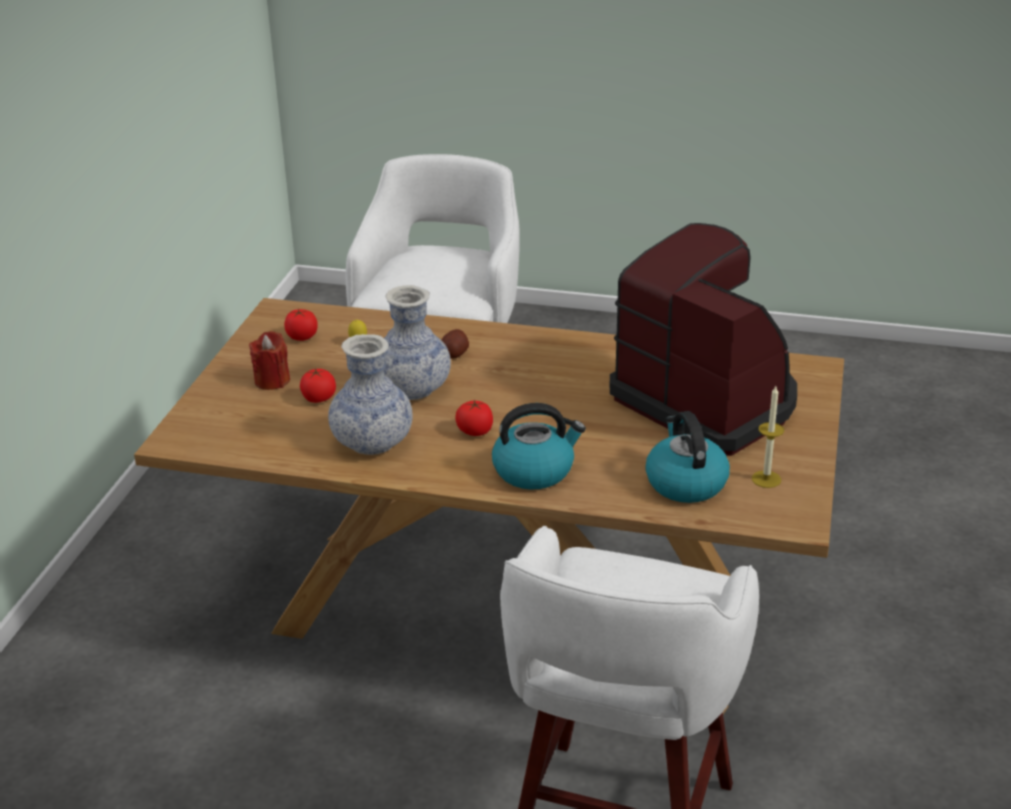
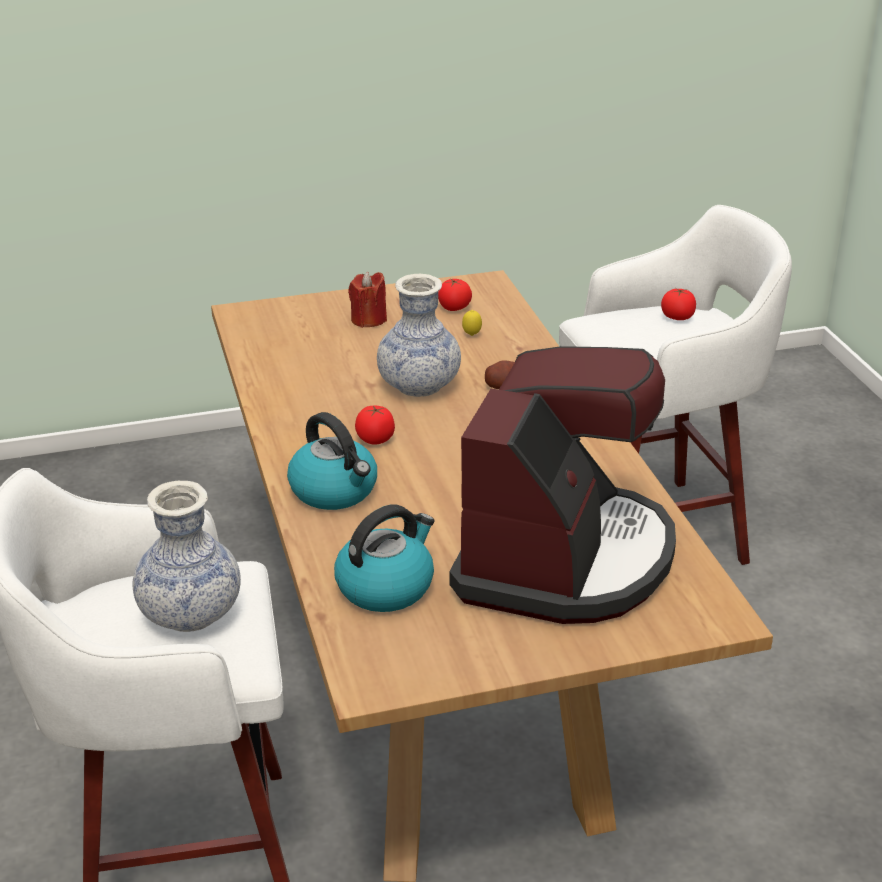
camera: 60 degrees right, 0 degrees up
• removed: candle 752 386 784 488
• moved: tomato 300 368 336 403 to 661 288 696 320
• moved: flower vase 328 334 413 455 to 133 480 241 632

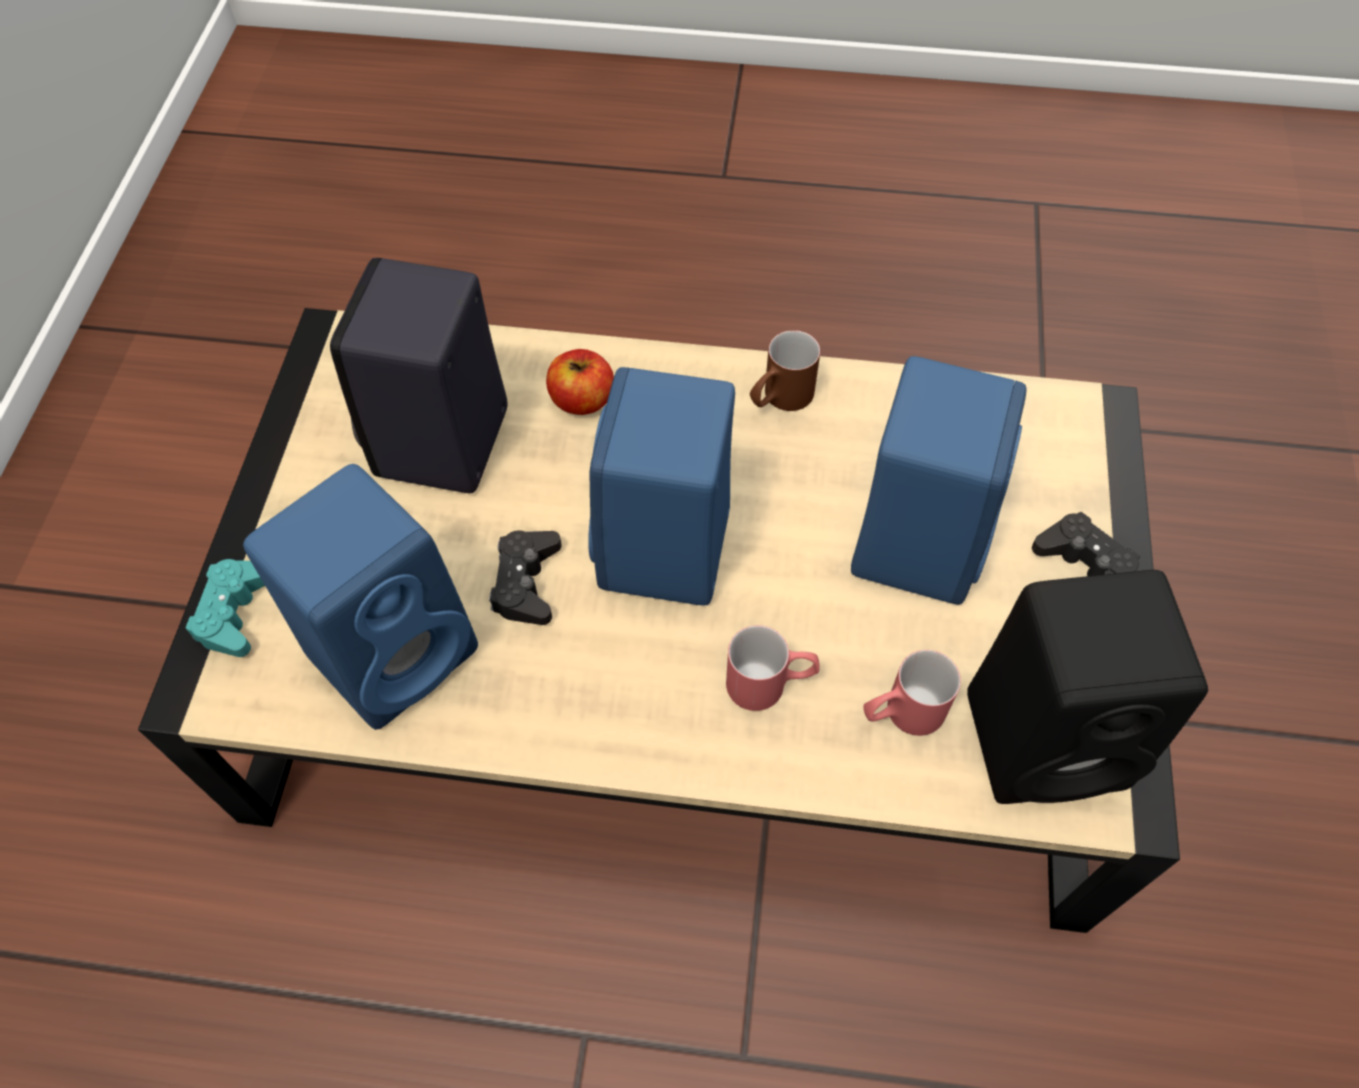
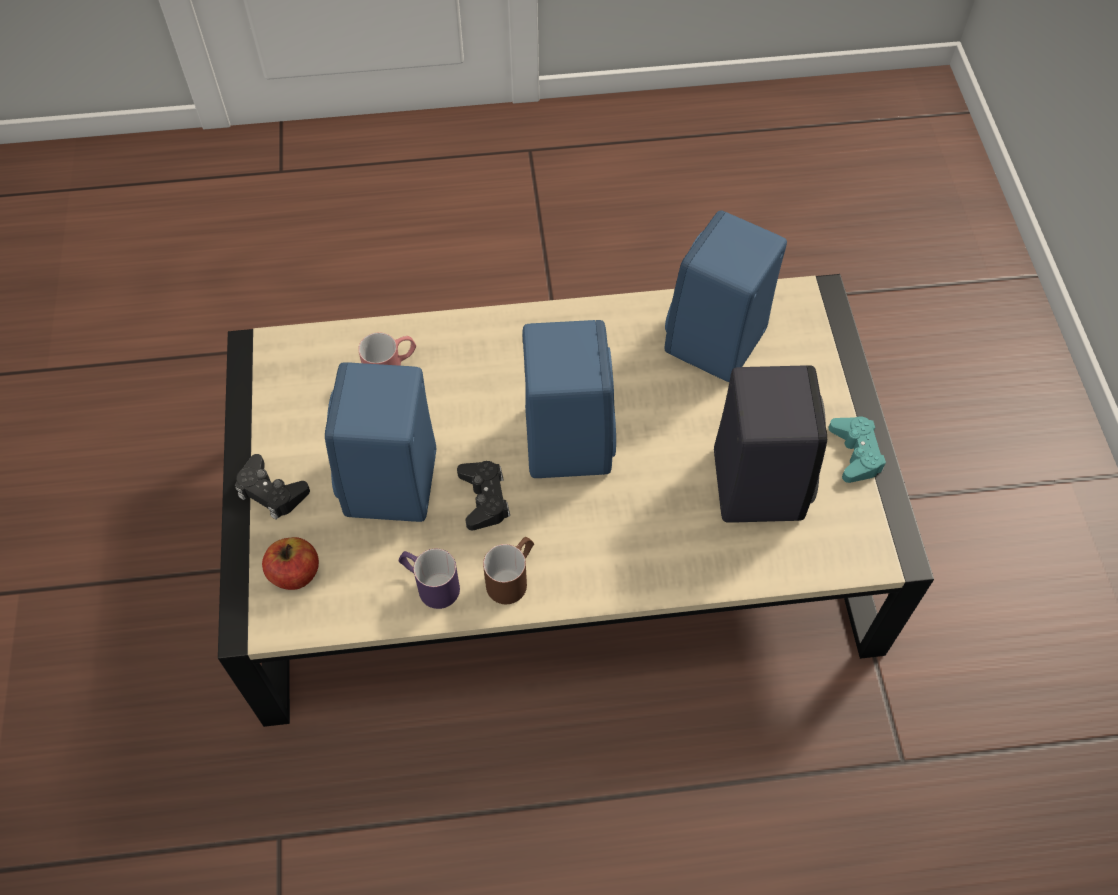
camera: 165 degrees right, 0 degrees up
• removed: red tea mug 726 625 820 711
• removed: black-coloured speaker 967 570 1208 804
• added: purple tea mug 399 549 460 609
• moved: turquoise gamepad 186 559 265 657 to 829 416 886 483
• moved: black-coloured gamepad 489 530 562 625 to 457 461 510 531
• moved: whole apple 546 349 614 415 to 262 537 319 590

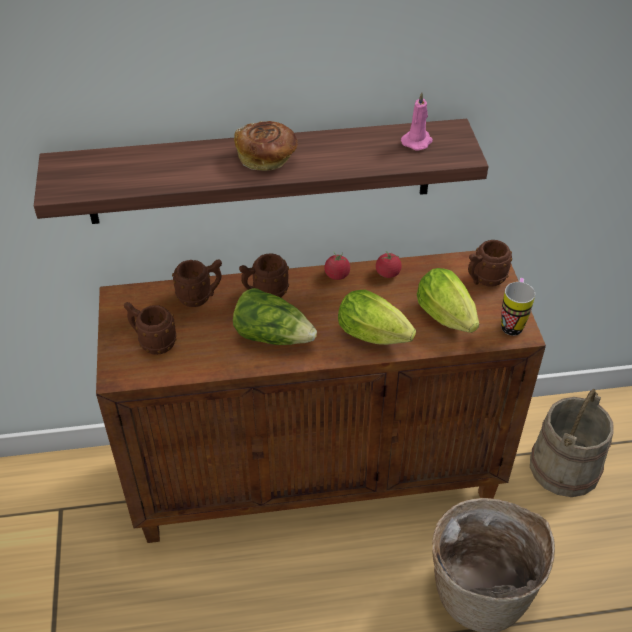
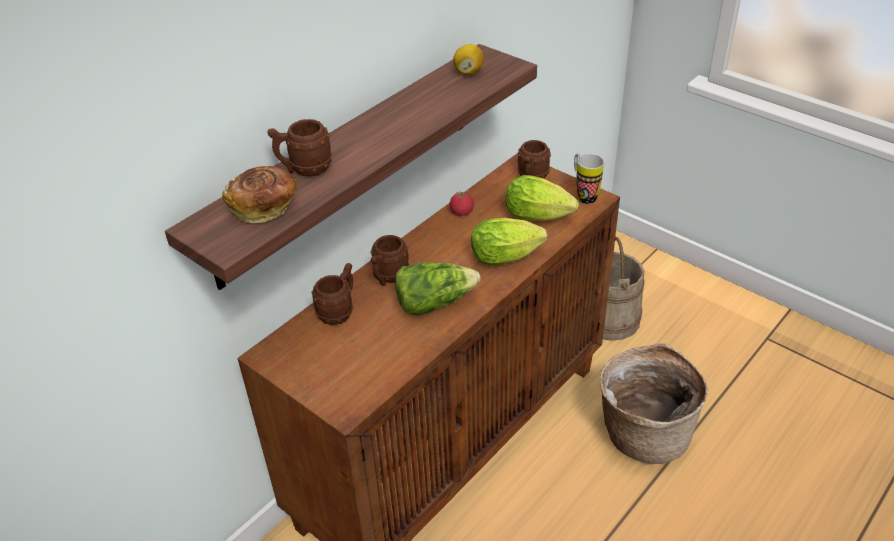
camera: 40 degrees left, 5 degrees down
• removed: tomato 325 251 350 280
• moved: brownish tea mug 124 302 177 355 to 268 119 332 176
• moved: baked bread 234 121 298 171 to 222 166 297 223
• replaced: pink-coloured candle 401 92 433 151 to citrus fruit 453 44 484 75

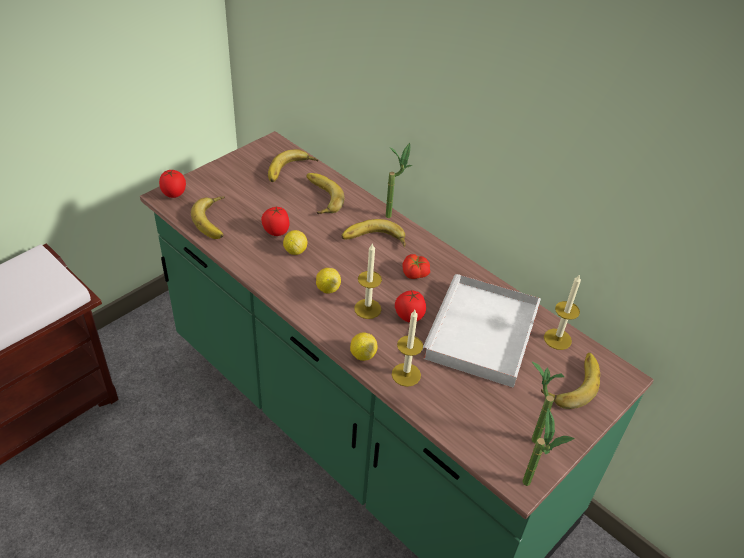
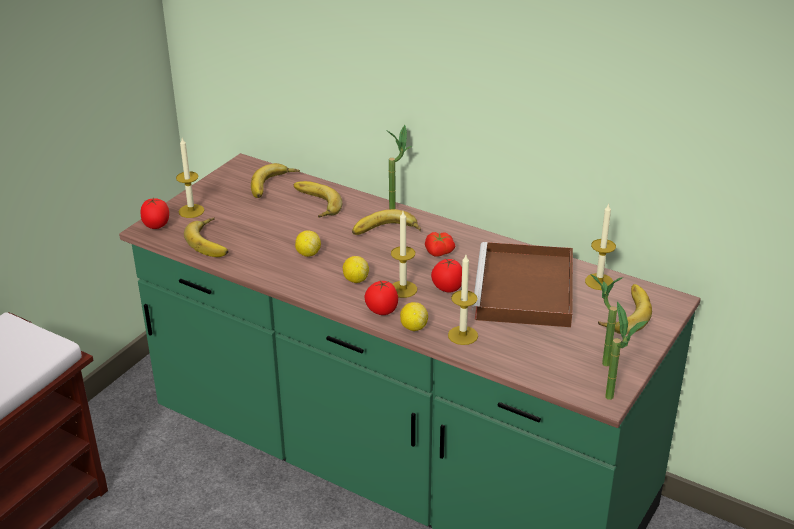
camera: 10 degrees left, 10 degrees down
• added: candle 176 138 204 218
• moved: tomato 261 207 290 236 to 364 281 398 315
• recoloured: white serving tray 423 274 541 388 to brownish serving tray 472 242 573 327

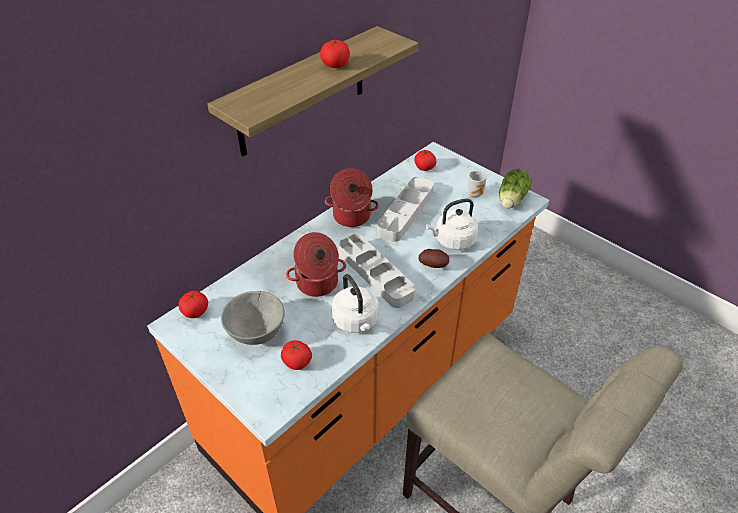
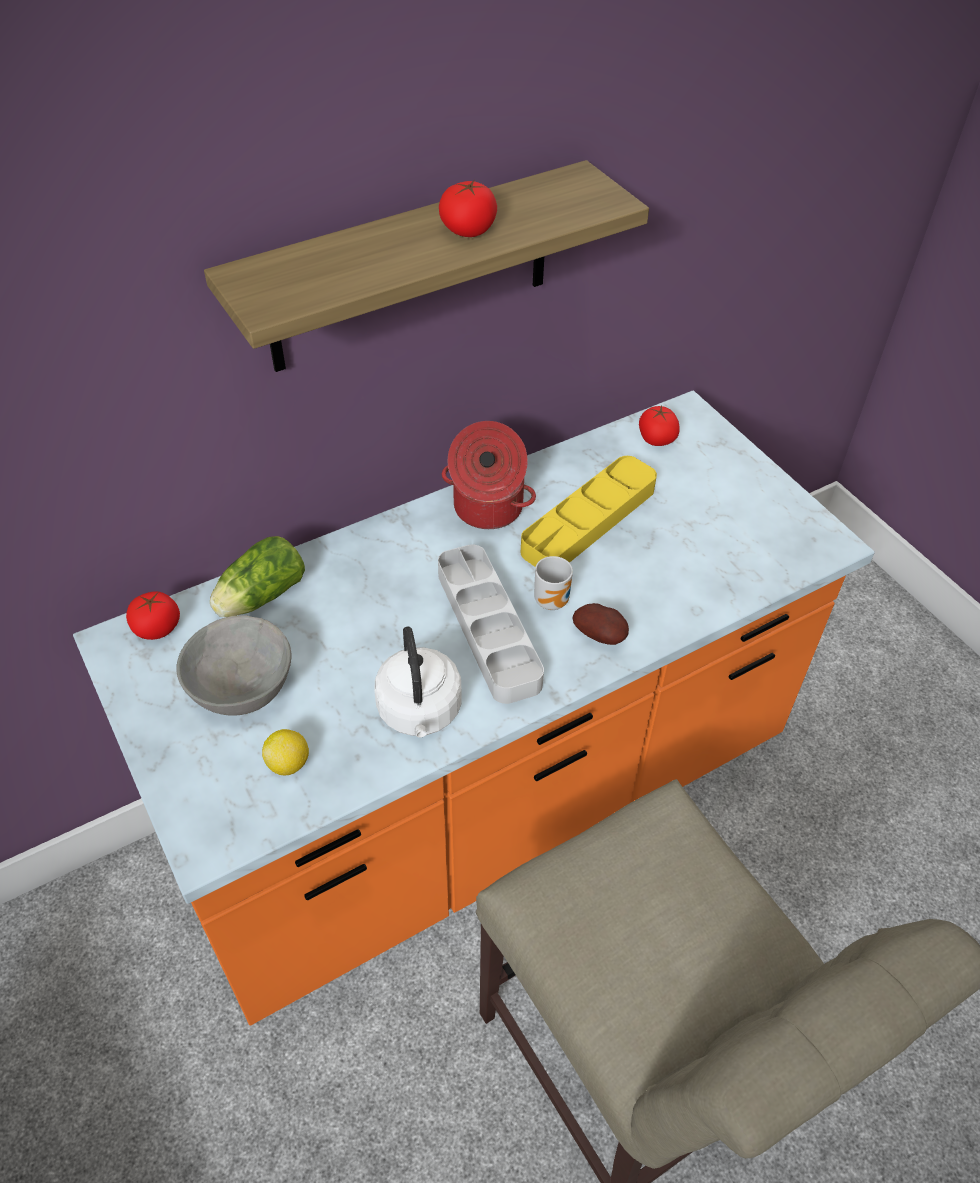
camera: 15 degrees right, 5 degrees up
• removed: stockpot 286 232 346 297
• removed: white tea kettle 426 198 478 250
• moved: tea mug 467 171 487 198 to 534 556 573 610
• moved: lettuce head 499 169 532 208 to 210 536 305 617
• replaced: tomato 281 340 312 370 to citrus fruit 262 729 309 775
• recoloured: greyish serving tray 377 177 434 242 to yellowish serving tray 521 456 657 567

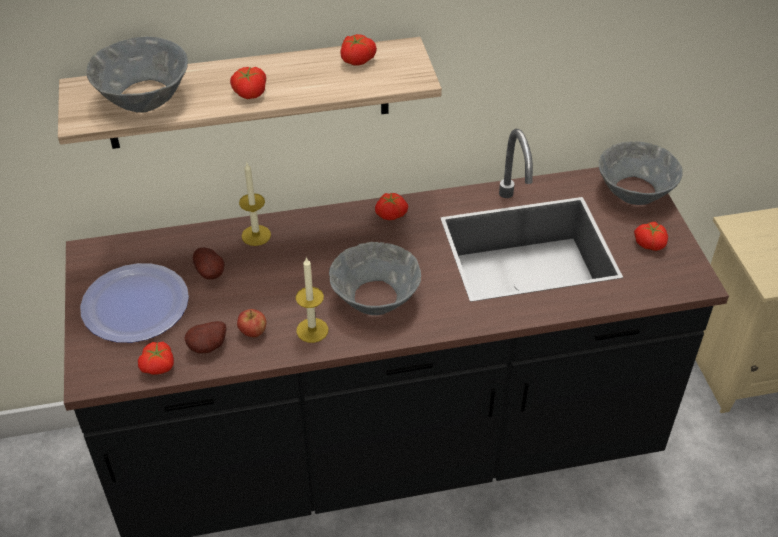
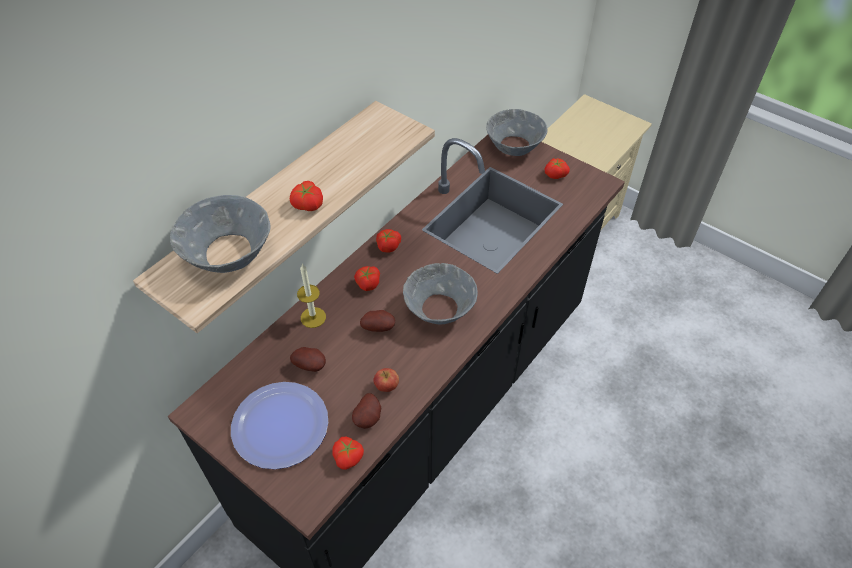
camera: 40 degrees left, 5 degrees up
• removed: candle 296 257 328 343
• added: potato 360 310 395 332
• moved: tomato 340 34 377 65 to 354 266 380 291

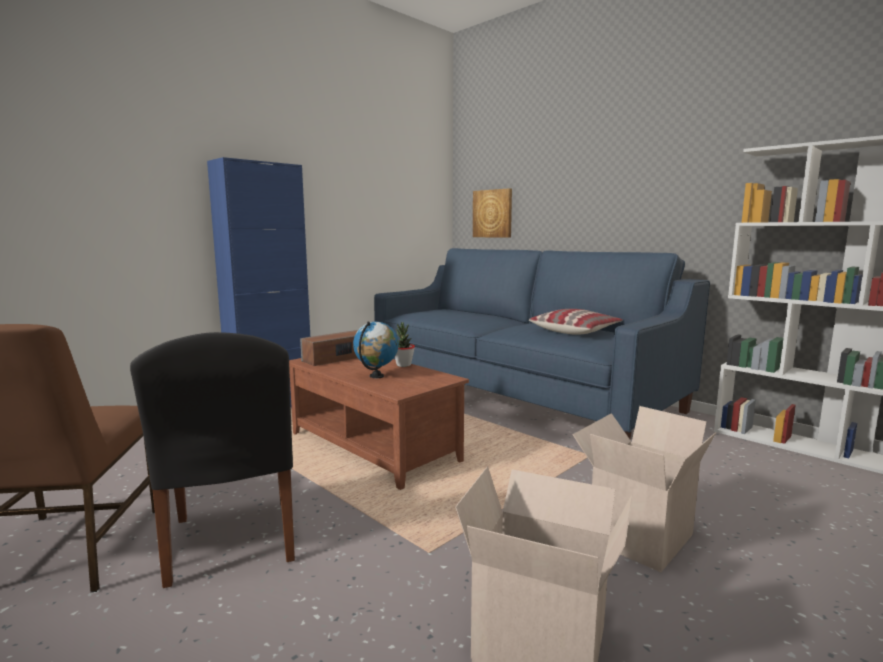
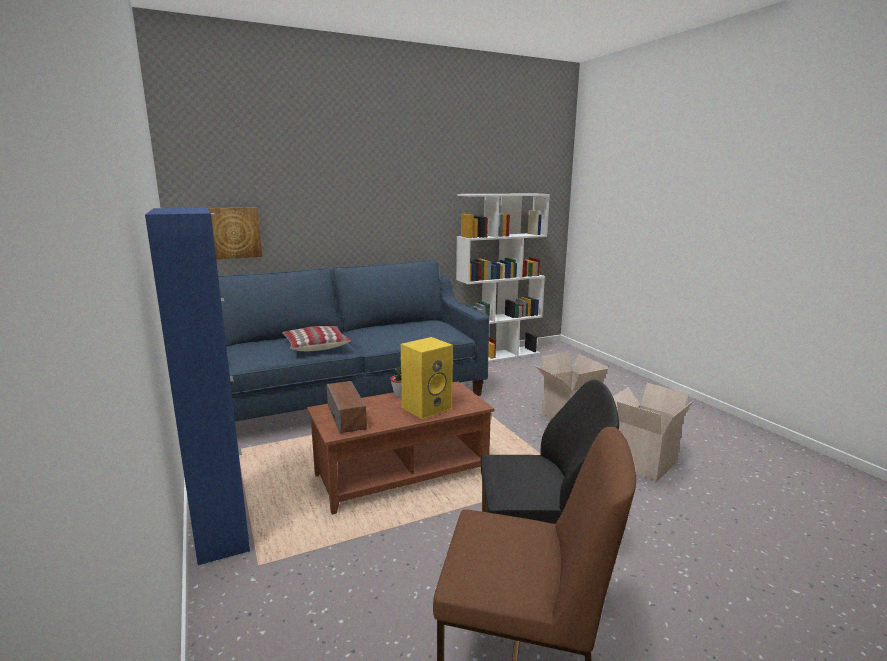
camera: 70 degrees left, 5 degrees up
• moved: cushion 529 309 623 335 to 282 326 351 351
• replaced: globe 353 322 399 378 to yellowish speaker 401 337 453 419

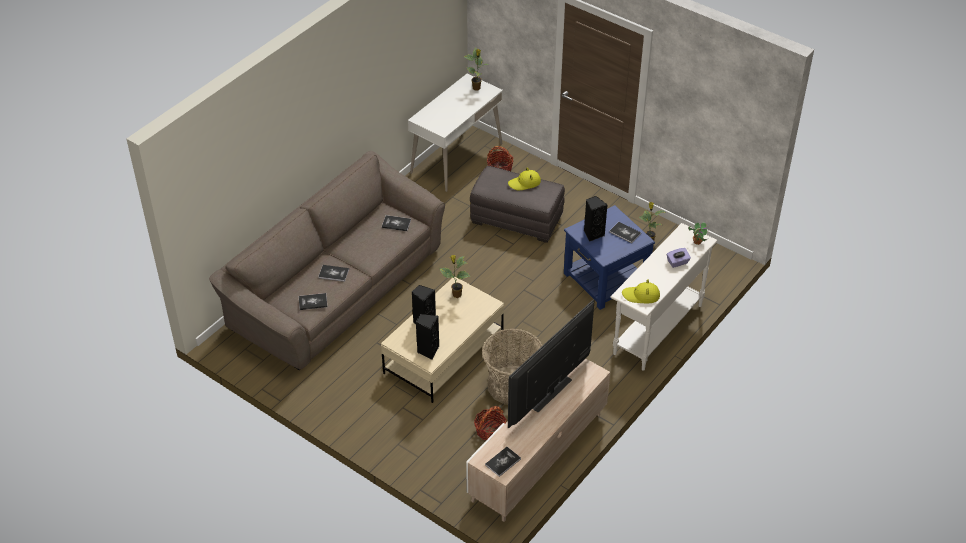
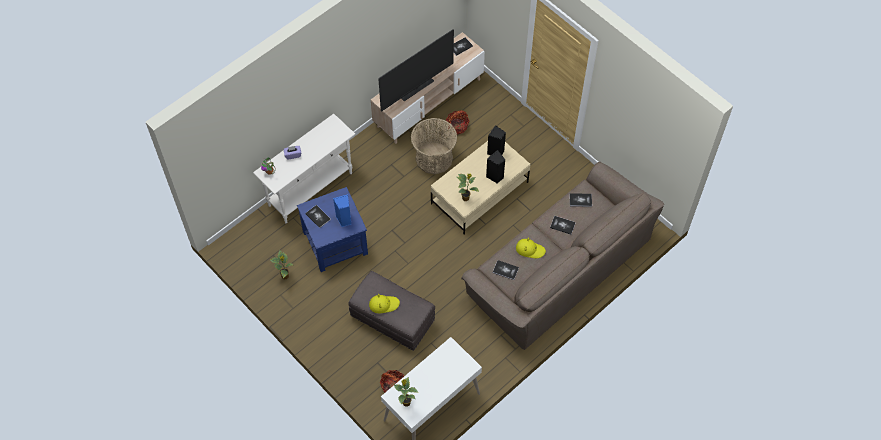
camera: 170 degrees left, 15 degrees up
• moved: yellowish wearable hat 622 279 660 303 to 516 238 546 258
• recoloured: black-coloured speaker 584 196 607 242 to blue speaker 333 194 351 227

